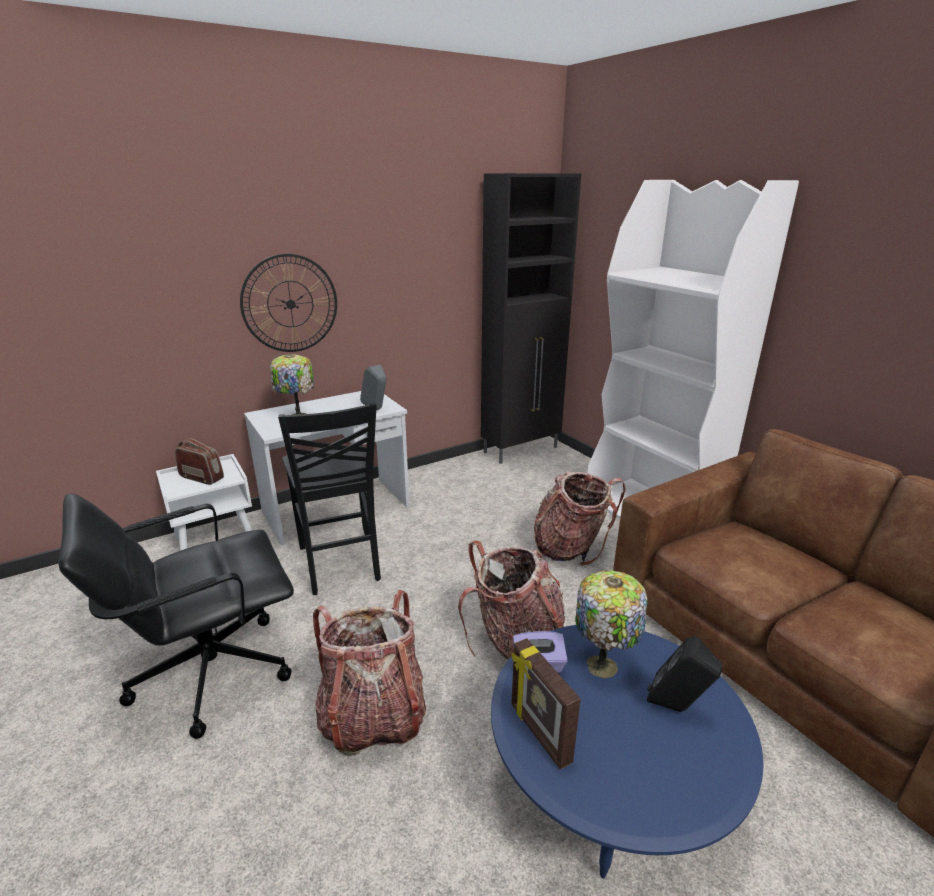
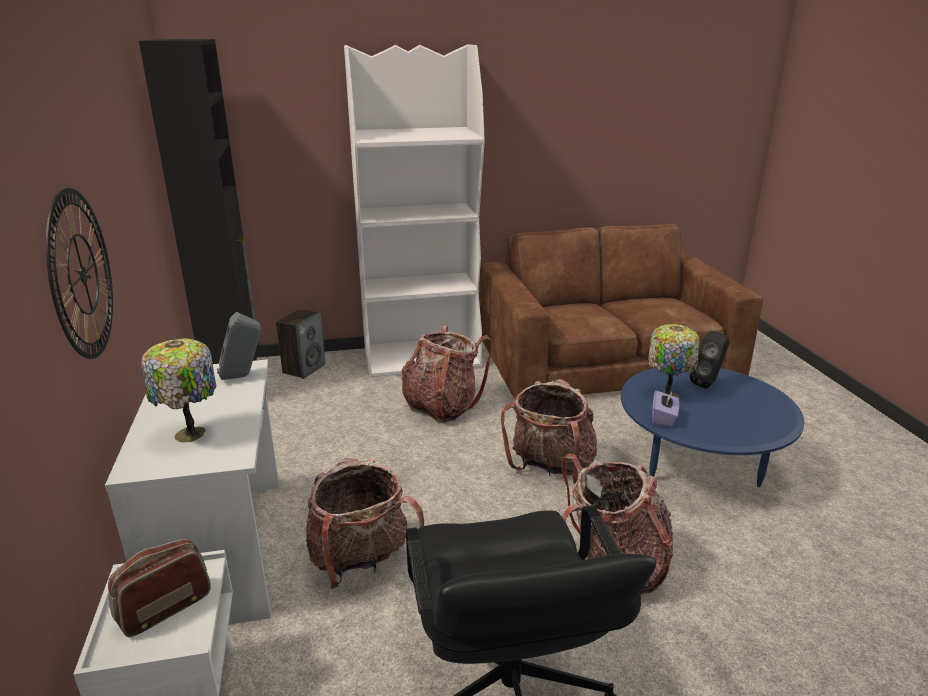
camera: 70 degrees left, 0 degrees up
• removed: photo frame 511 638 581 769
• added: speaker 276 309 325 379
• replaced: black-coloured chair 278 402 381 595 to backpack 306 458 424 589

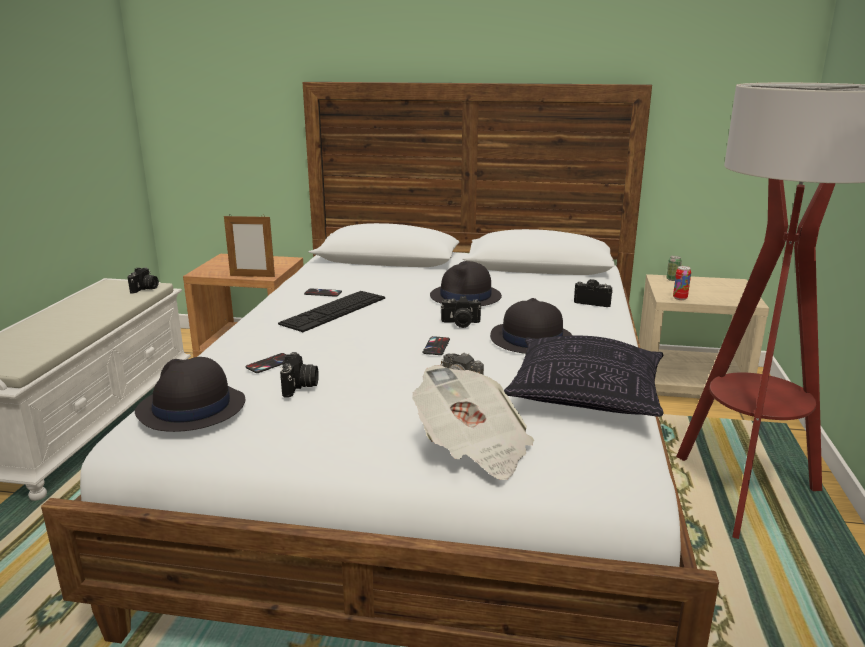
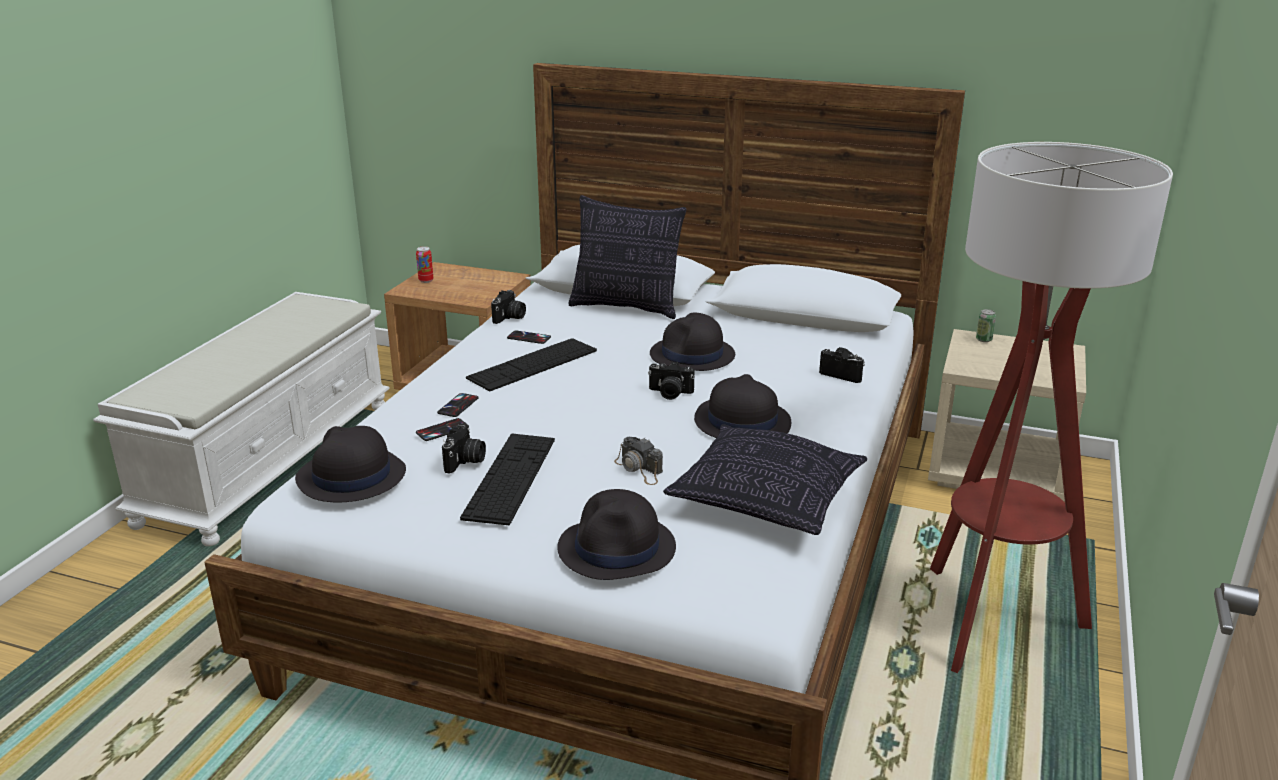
camera: 10 degrees right, 5 degrees up
• removed: photo frame 224 214 275 277
• added: keyboard 460 433 555 525
• added: cushion 568 195 686 319
• moved: photo camera 128 268 159 294 to 491 290 526 324
• moved: phone 423 336 450 355 to 437 393 479 417
• moved: sealed can 673 266 691 300 to 416 246 433 283
• replaced: printed paper 412 365 534 480 to black-coloured wearable hat 557 489 676 580

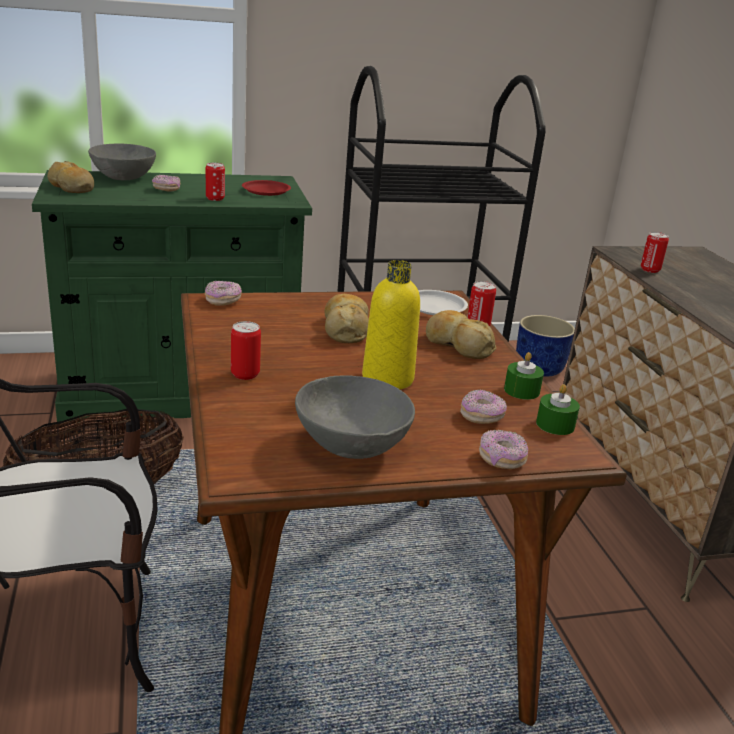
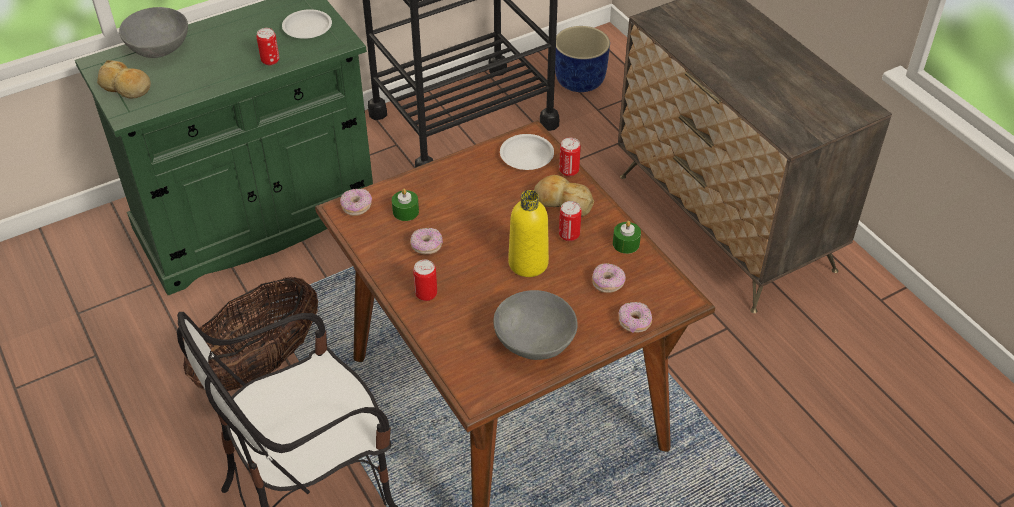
camera: 15 degrees left, 20 degrees up
• removed: baked bread 325 294 369 343
• moved: donut 152 174 181 192 to 410 228 443 254
• moved: green-coloured candle 536 384 580 435 to 392 189 419 221
• moved: sealed can 641 232 669 273 to 559 201 582 241
• recoloured: red flat dish 242 180 291 196 to white flat dish 282 9 332 39

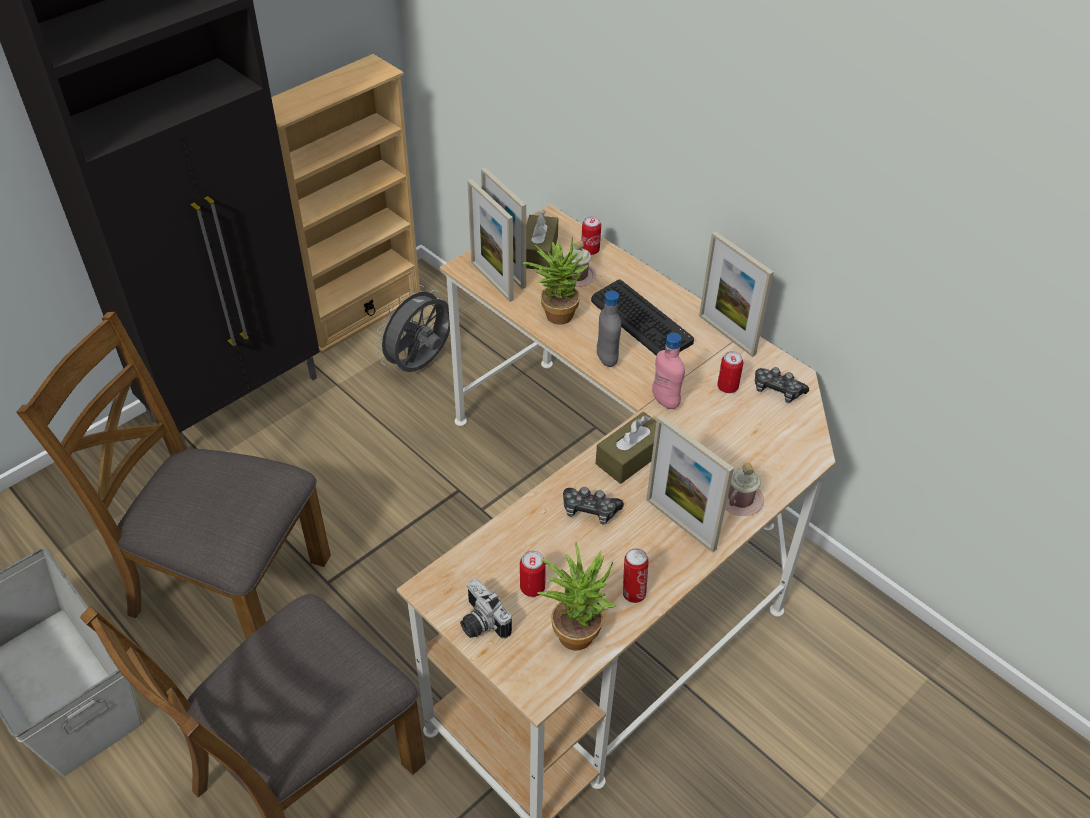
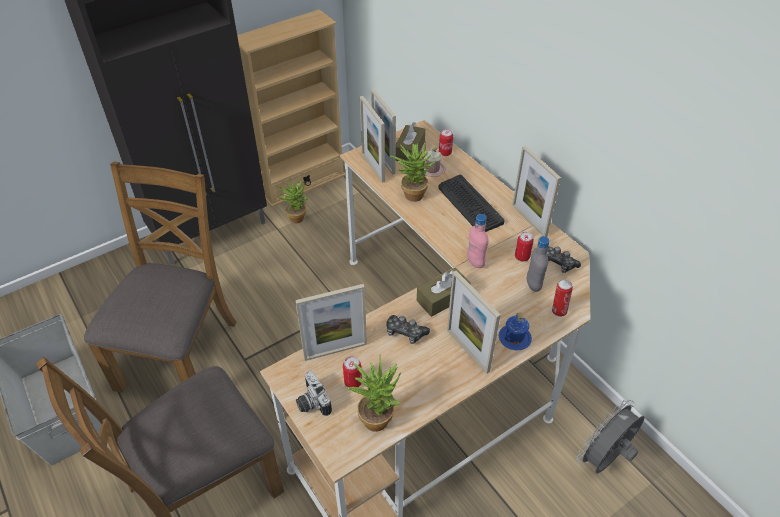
camera: 10 degrees right, 0 degrees up
• added: plant in a pot 277 179 309 224
• added: photo frame 295 284 367 361
• moved: greyish electric fan 375 285 450 372 to 576 400 645 474
• moved: greyish beverage bottle 597 291 621 367 to 527 236 550 292
• moved: sealed can 623 548 649 603 to 552 279 573 317
• recoloured: pink-coloured tea mug 725 463 764 516 to blue tea mug 499 312 532 350
• turned: brownish chair 16 312 331 639 = 84 162 236 393 75 degrees clockwise

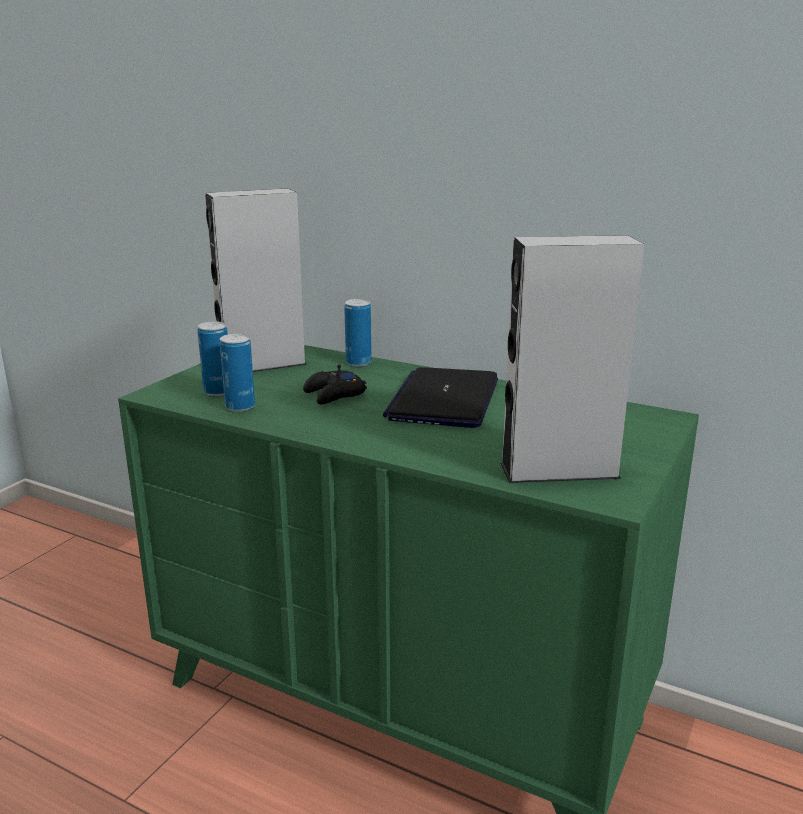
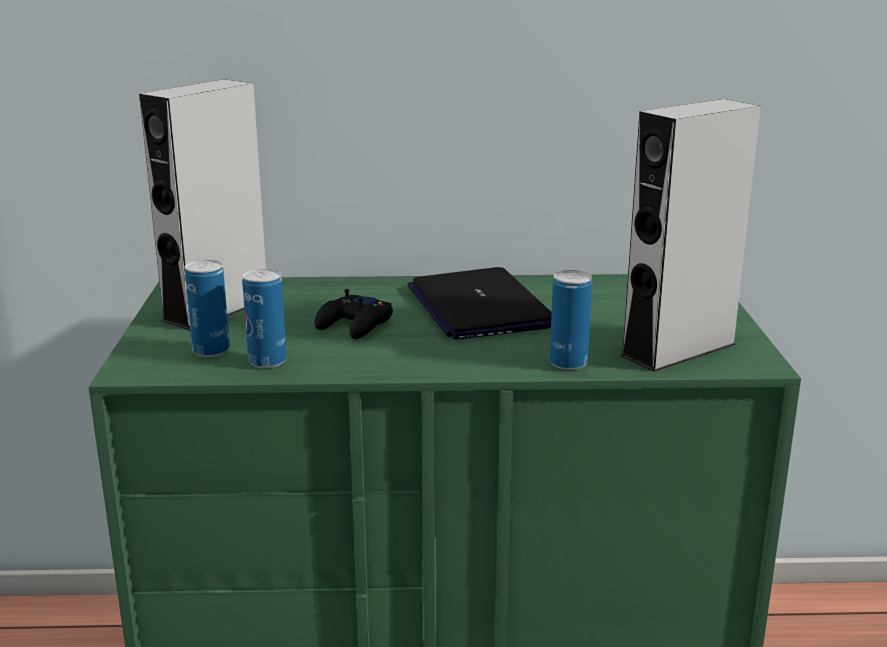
camera: 30 degrees left, 0 degrees up
• moved: sealed can 344 299 372 367 to 550 270 592 370

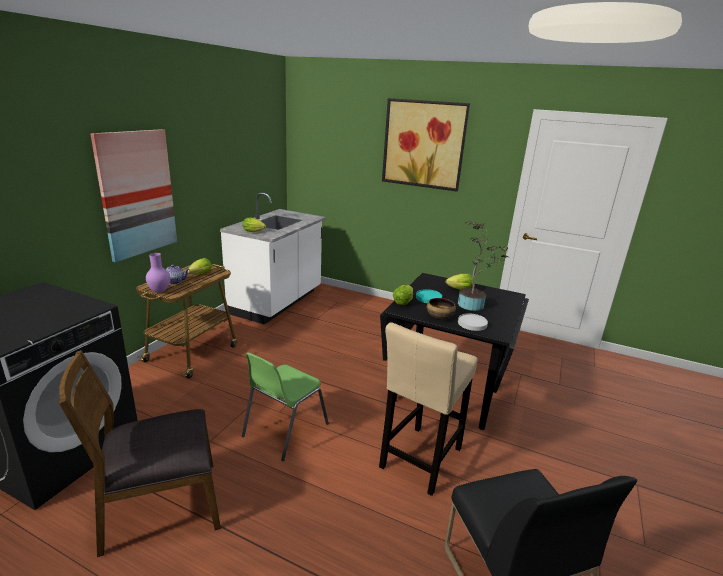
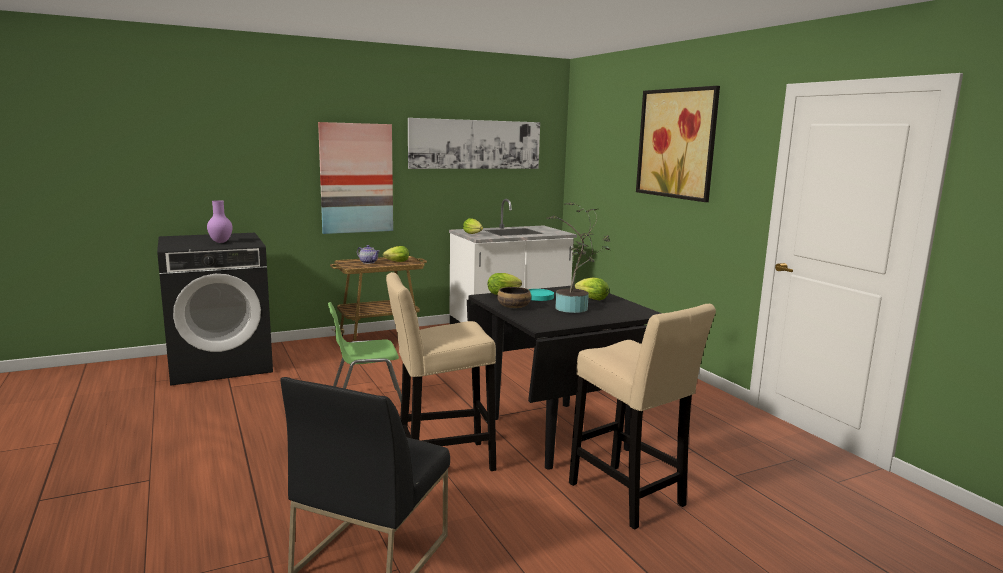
camera: 40 degrees right, 10 degrees down
• removed: brownish chair 59 350 221 557
• removed: white flat dish 458 313 488 331
• added: wall art 408 118 540 169
• added: beige stool seat 569 304 716 530
• moved: purple flower vase 146 253 170 293 to 207 200 233 243

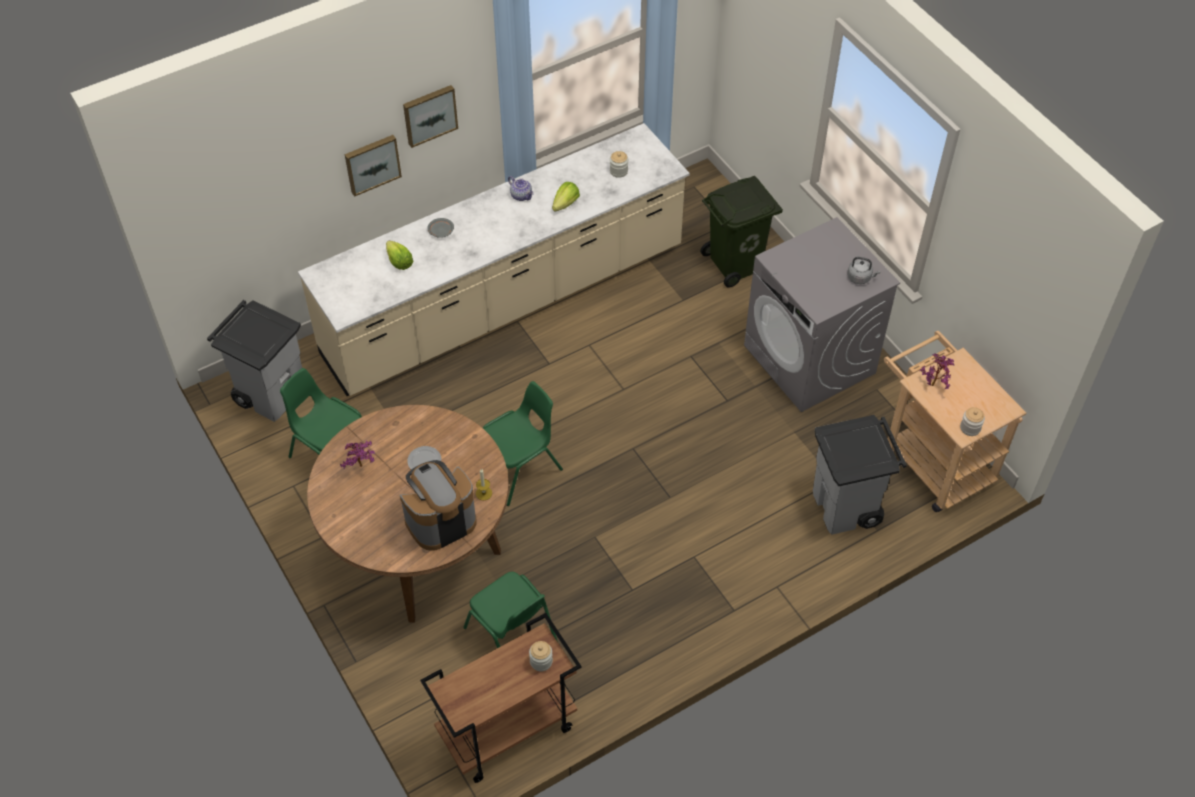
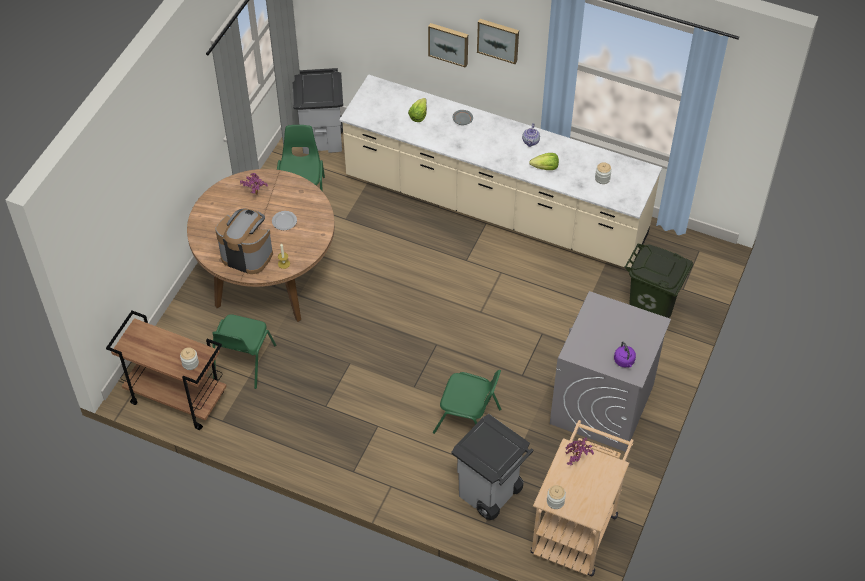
camera: 55 degrees right, 0 degrees up
• moved: green-coloured chair 483 381 563 506 to 433 370 501 434
• recoloured: greyish tea kettle 847 257 880 284 to purple tea kettle 614 342 636 368

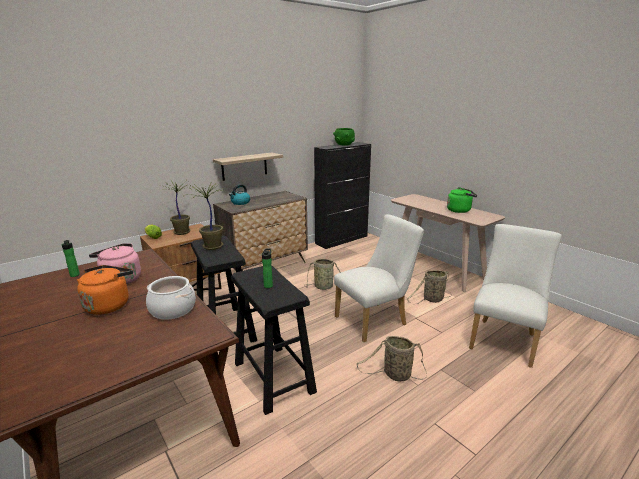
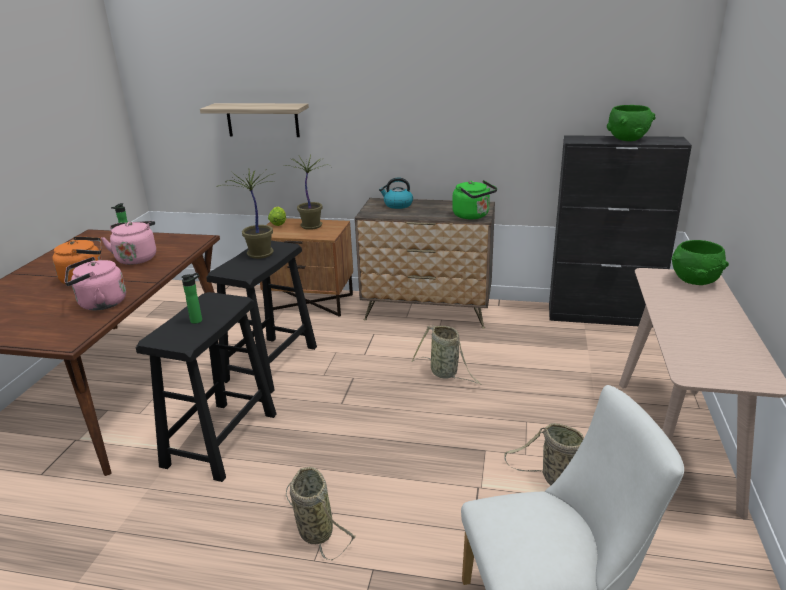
camera: 50 degrees right, 5 degrees up
• removed: white chair 334 214 424 342
• added: green-coloured serving bowl 672 240 729 285
• moved: bracket shelf 213 153 283 181 to 200 103 309 137
• moved: green-coloured tea kettle 447 187 477 213 to 452 180 497 219
• replaced: stockpot 146 276 196 320 to pink-coloured tea kettle 64 257 126 310

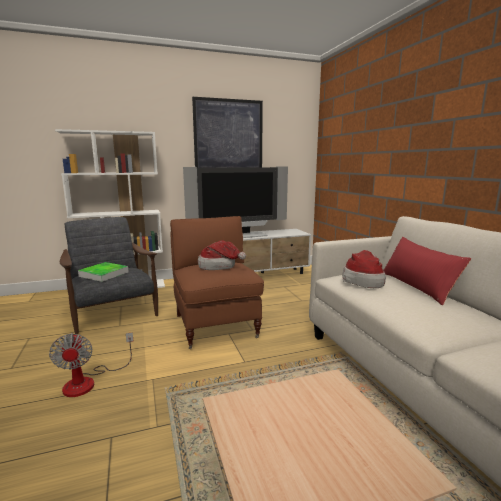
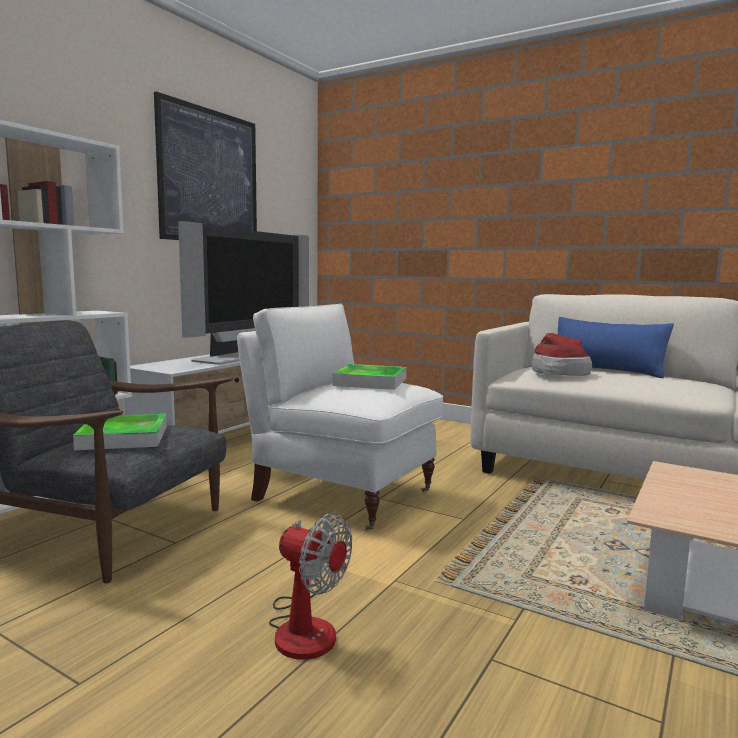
camera: 40 degrees left, 5 degrees down
• replaced: wearable hat 198 240 246 270 to serving tray 332 364 406 390
• recoloured: brownish easy chair 170 216 264 349 to white easy chair 237 304 444 531
• recoloured: red cushion 383 237 471 305 to blue cushion 558 317 674 378

